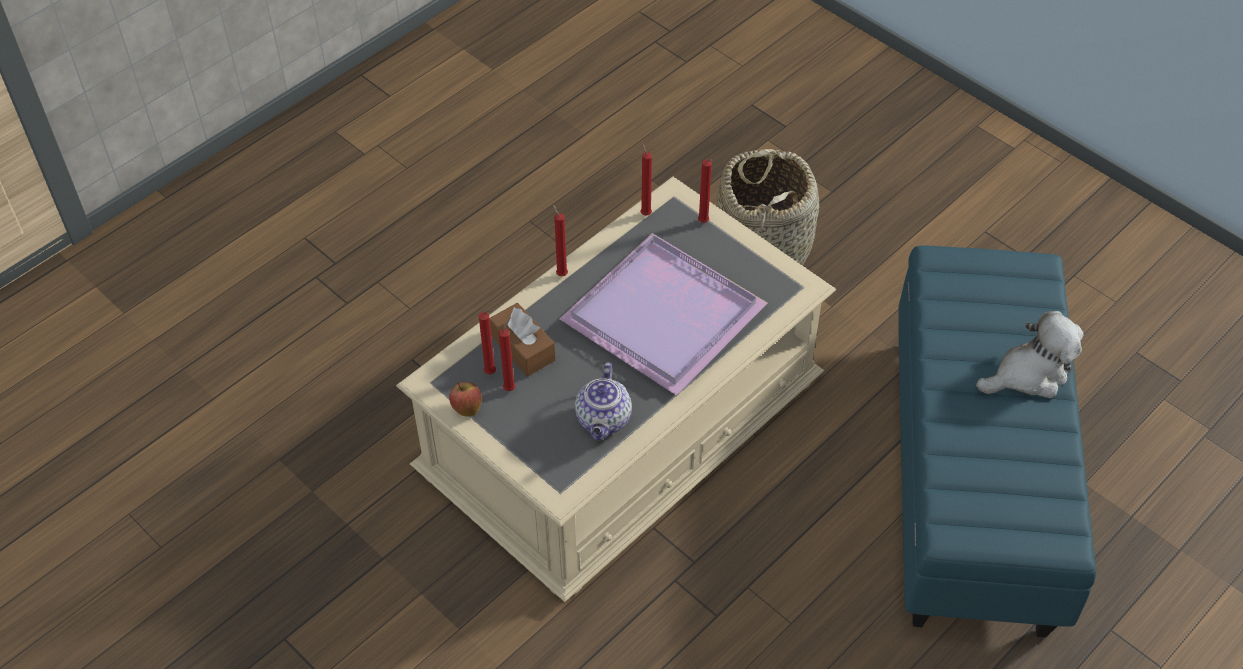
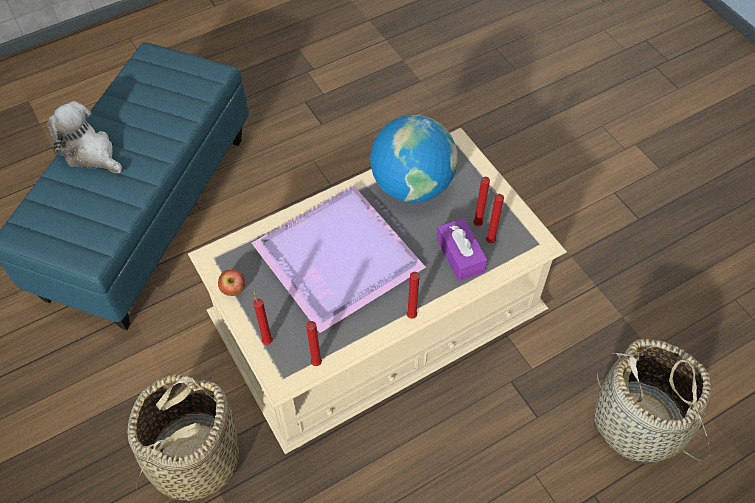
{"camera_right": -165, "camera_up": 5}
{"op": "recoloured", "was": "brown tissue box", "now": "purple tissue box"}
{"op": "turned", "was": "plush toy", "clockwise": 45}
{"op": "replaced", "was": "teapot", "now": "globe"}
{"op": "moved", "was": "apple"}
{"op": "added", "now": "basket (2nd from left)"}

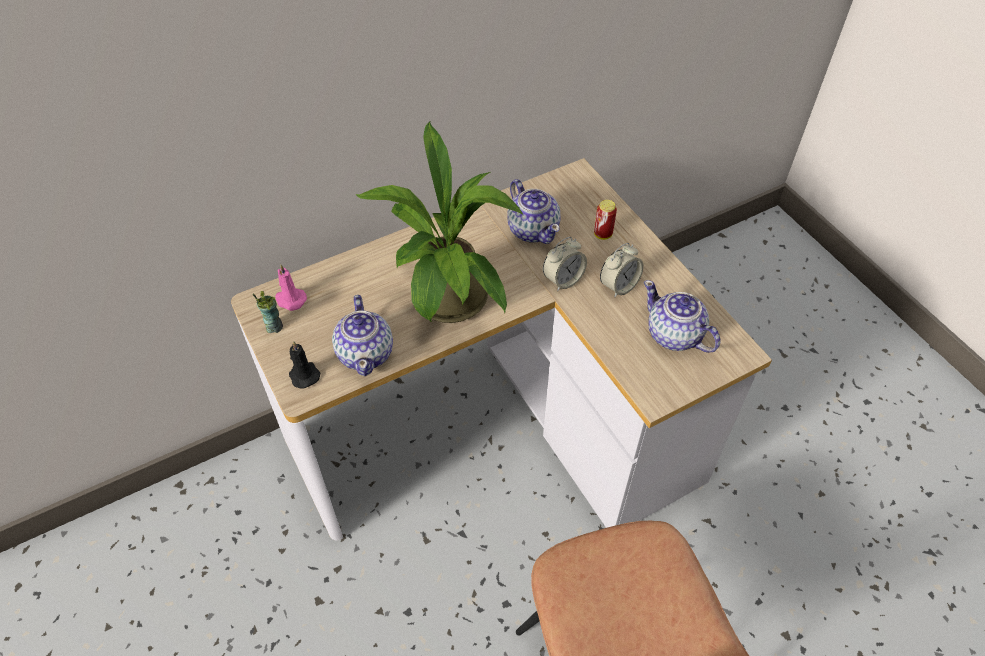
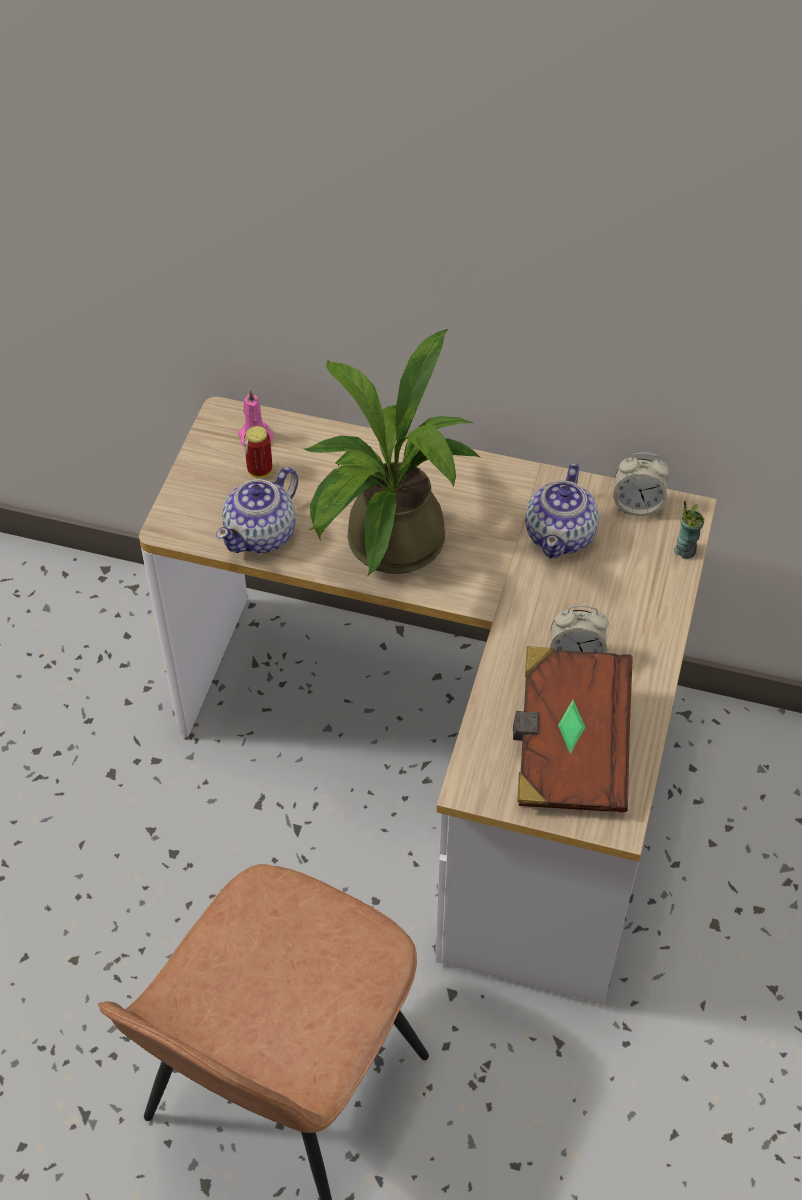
{"camera_right": 45, "camera_up": 0}
{"op": "moved", "was": "can"}
{"op": "moved", "was": "alarm clock (1st from left in the first image)", "now": "alarm clock (2nd from left)"}
{"op": "replaced", "was": "teapot (3rd from left)", "now": "brown book"}
{"op": "moved", "was": "cup"}
{"op": "removed", "was": "black candle"}

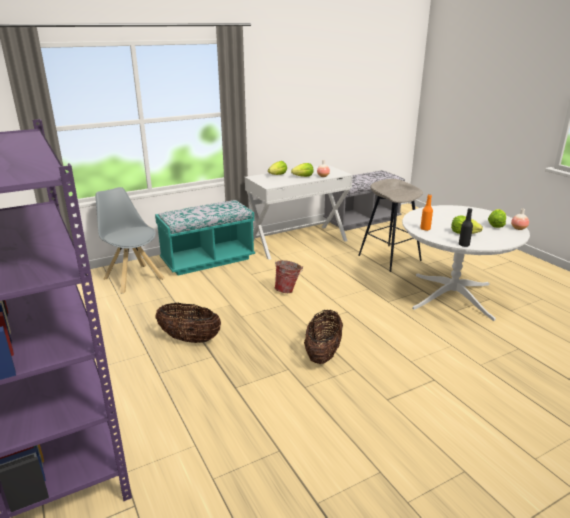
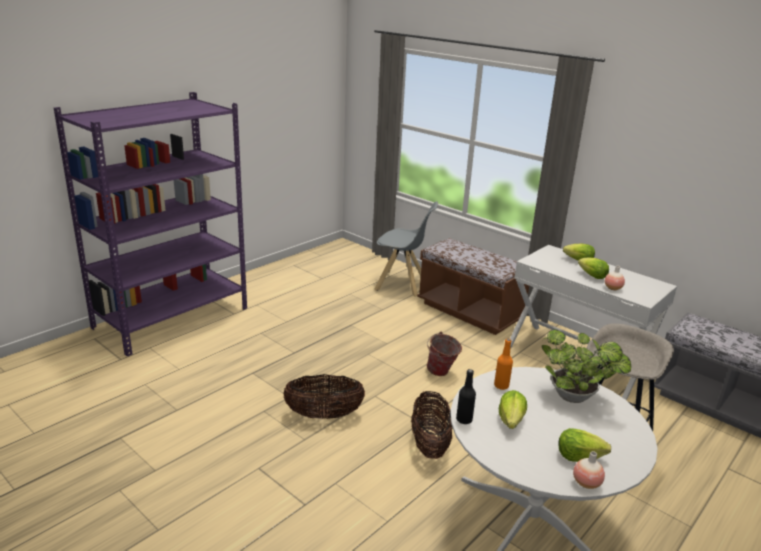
{"camera_right": 70, "camera_up": 0}
{"op": "turned", "was": "grey chair", "clockwise": 75}
{"op": "recoloured", "was": "turquoise bench", "now": "brown bench"}
{"op": "moved", "was": "basket (1st from left in the first image)", "now": "basket (2nd from left)"}
{"op": "added", "now": "potted plant"}

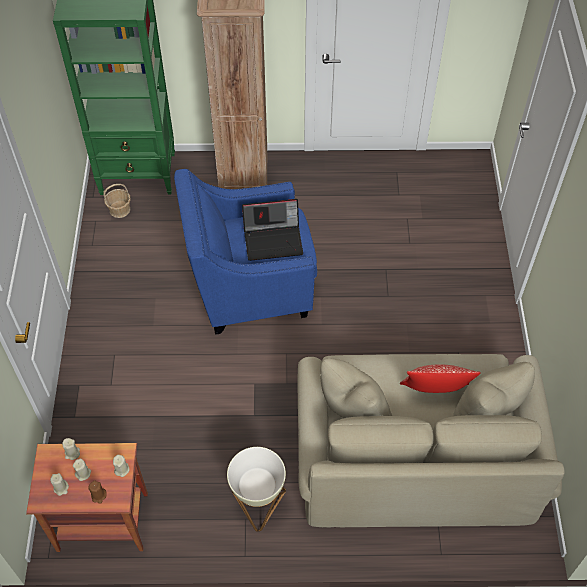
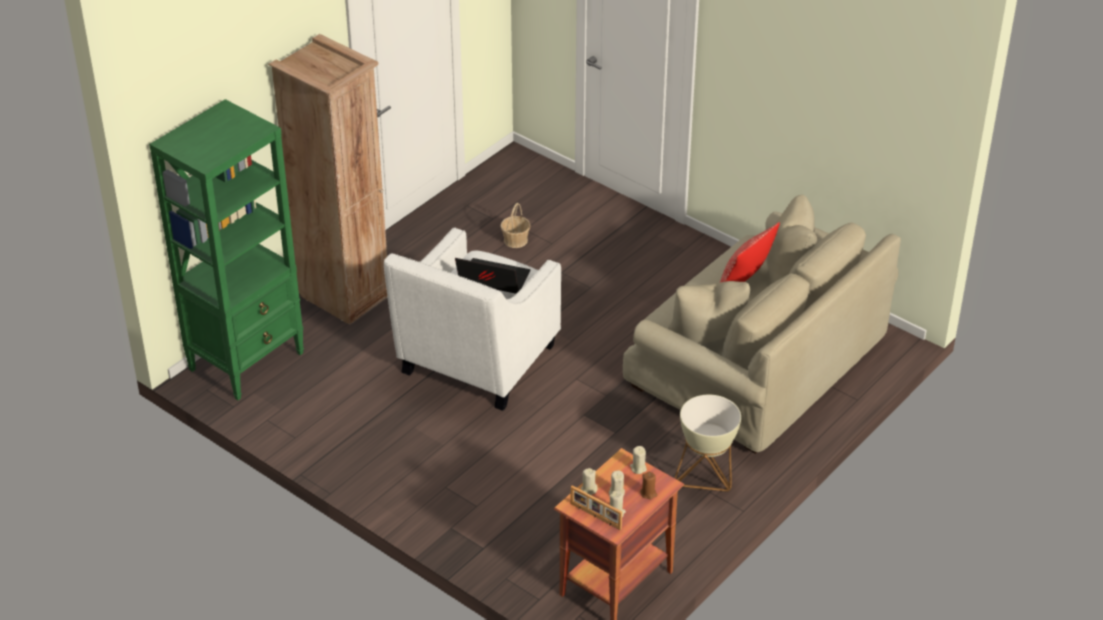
{"camera_right": -50, "camera_up": -15}
{"op": "recoloured", "was": "blue armchair", "now": "white armchair"}
{"op": "moved", "was": "basket"}
{"op": "turned", "was": "laptop", "clockwise": -105}
{"op": "added", "now": "picture frame"}

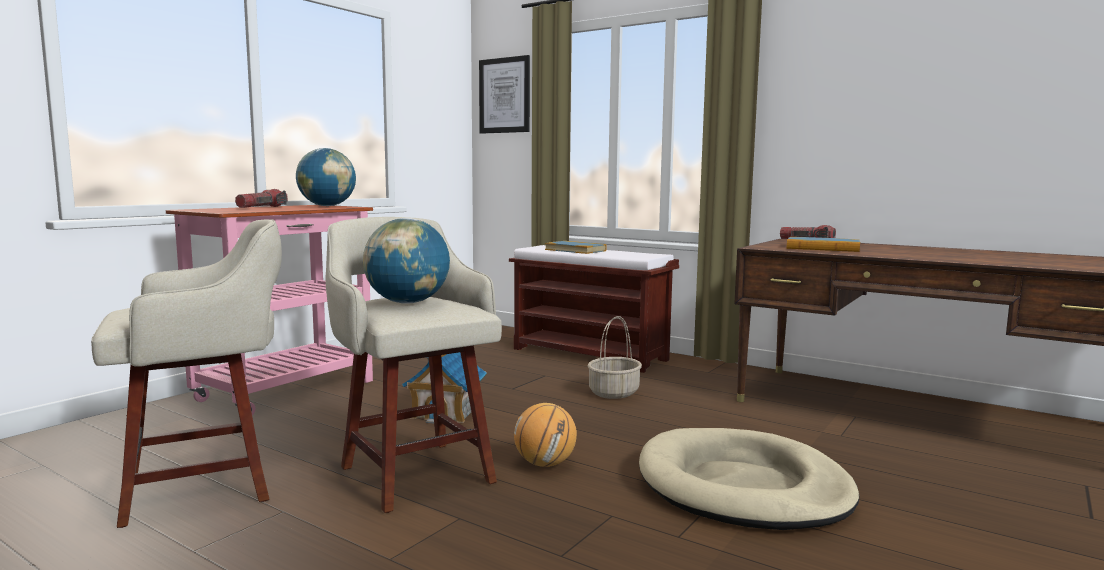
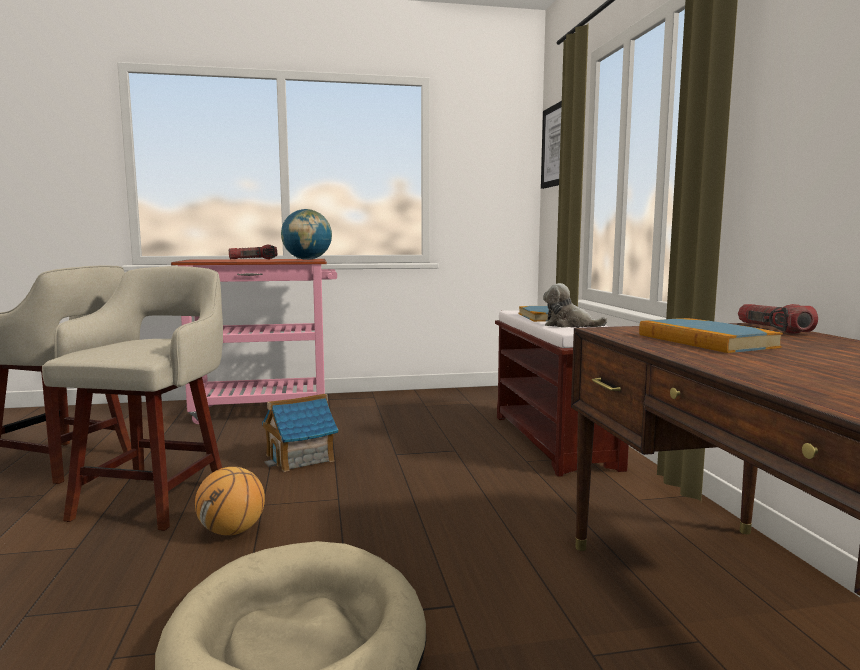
{"camera_right": 45, "camera_up": 0}
{"op": "removed", "was": "globe (2nd from left)"}
{"op": "removed", "was": "basket"}
{"op": "added", "now": "plush toy"}

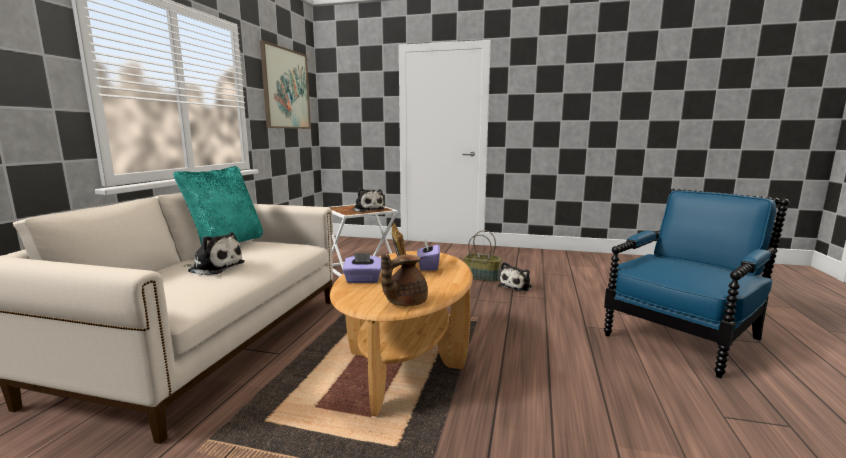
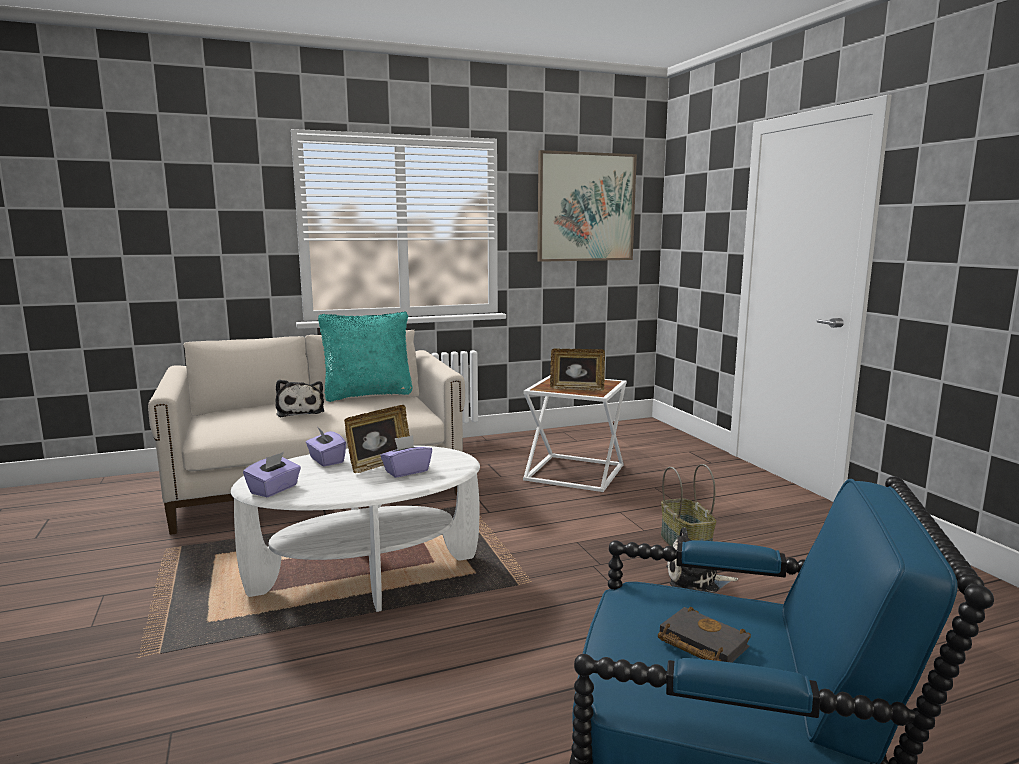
{"camera_right": 55, "camera_up": 0}
{"op": "replaced", "was": "plush toy (2nd from left)", "now": "picture frame (2nd from left)"}
{"op": "recoloured", "was": "brown coffee table", "now": "white coffee table"}
{"op": "replaced", "was": "brown teapot", "now": "purple tissue box (1st from left)"}
{"op": "added", "now": "black book"}

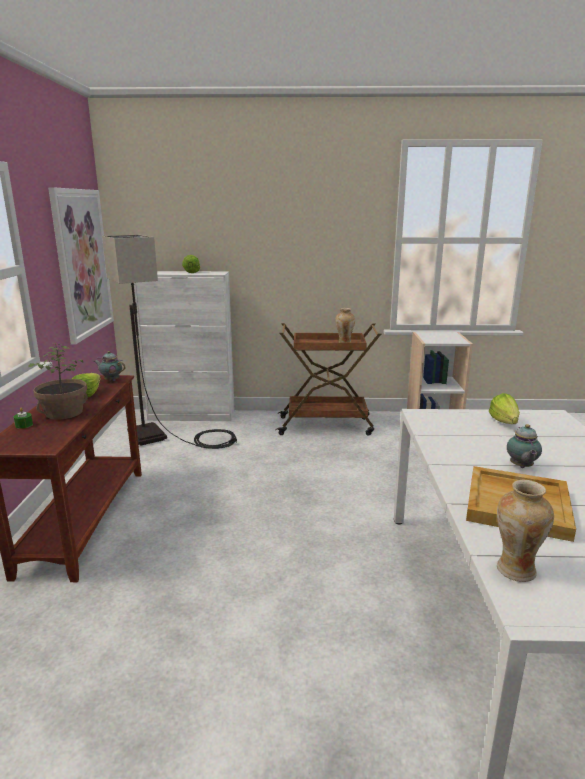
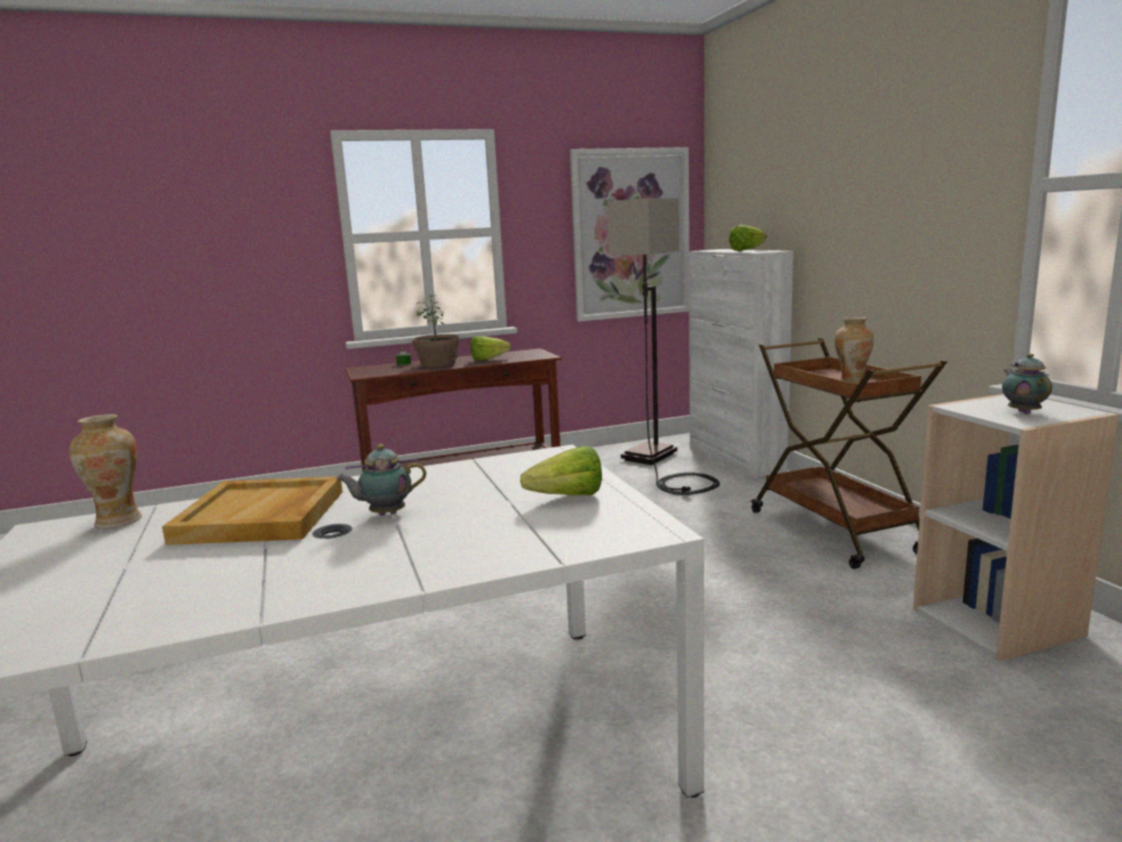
{"camera_right": 70, "camera_up": -5}
{"op": "moved", "was": "teapot (1st from left in the first image)", "now": "teapot (2nd from left)"}

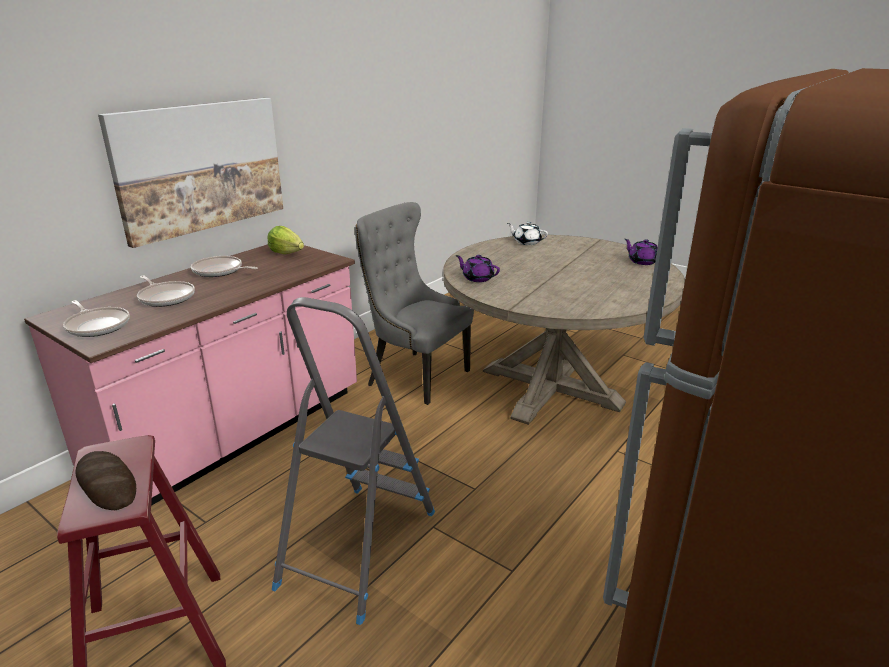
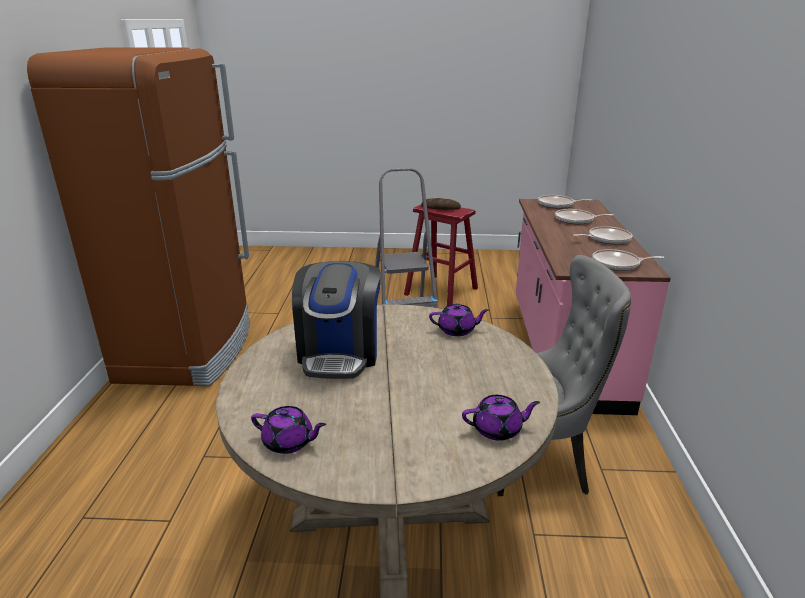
{"camera_right": 145, "camera_up": 0}
{"op": "removed", "was": "picture"}
{"op": "recoloured", "was": "white teapot", "now": "purple teapot (3rd from left)"}
{"op": "replaced", "was": "lettuce", "now": "frying pan (4th from left)"}
{"op": "added", "now": "coffee machine"}

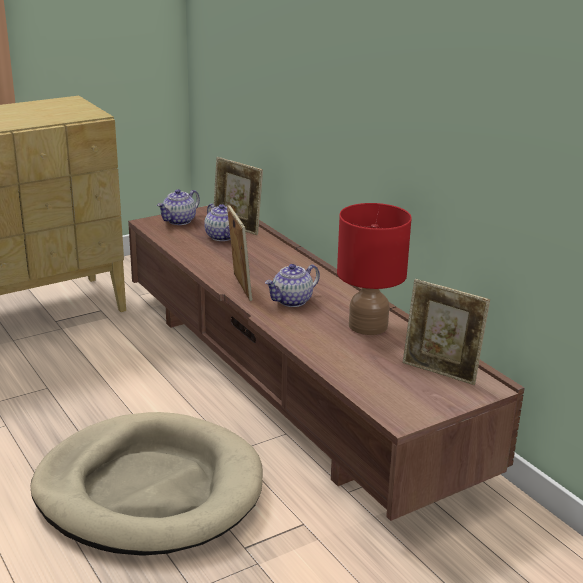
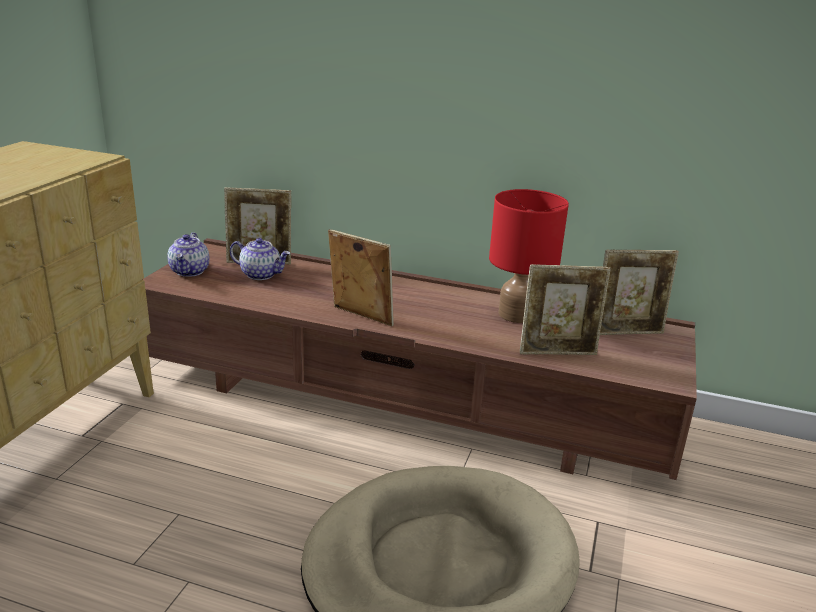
{"camera_right": -40, "camera_up": 0}
{"op": "removed", "was": "teapot (3rd from left)"}
{"op": "added", "now": "picture frame (3rd from left)"}

